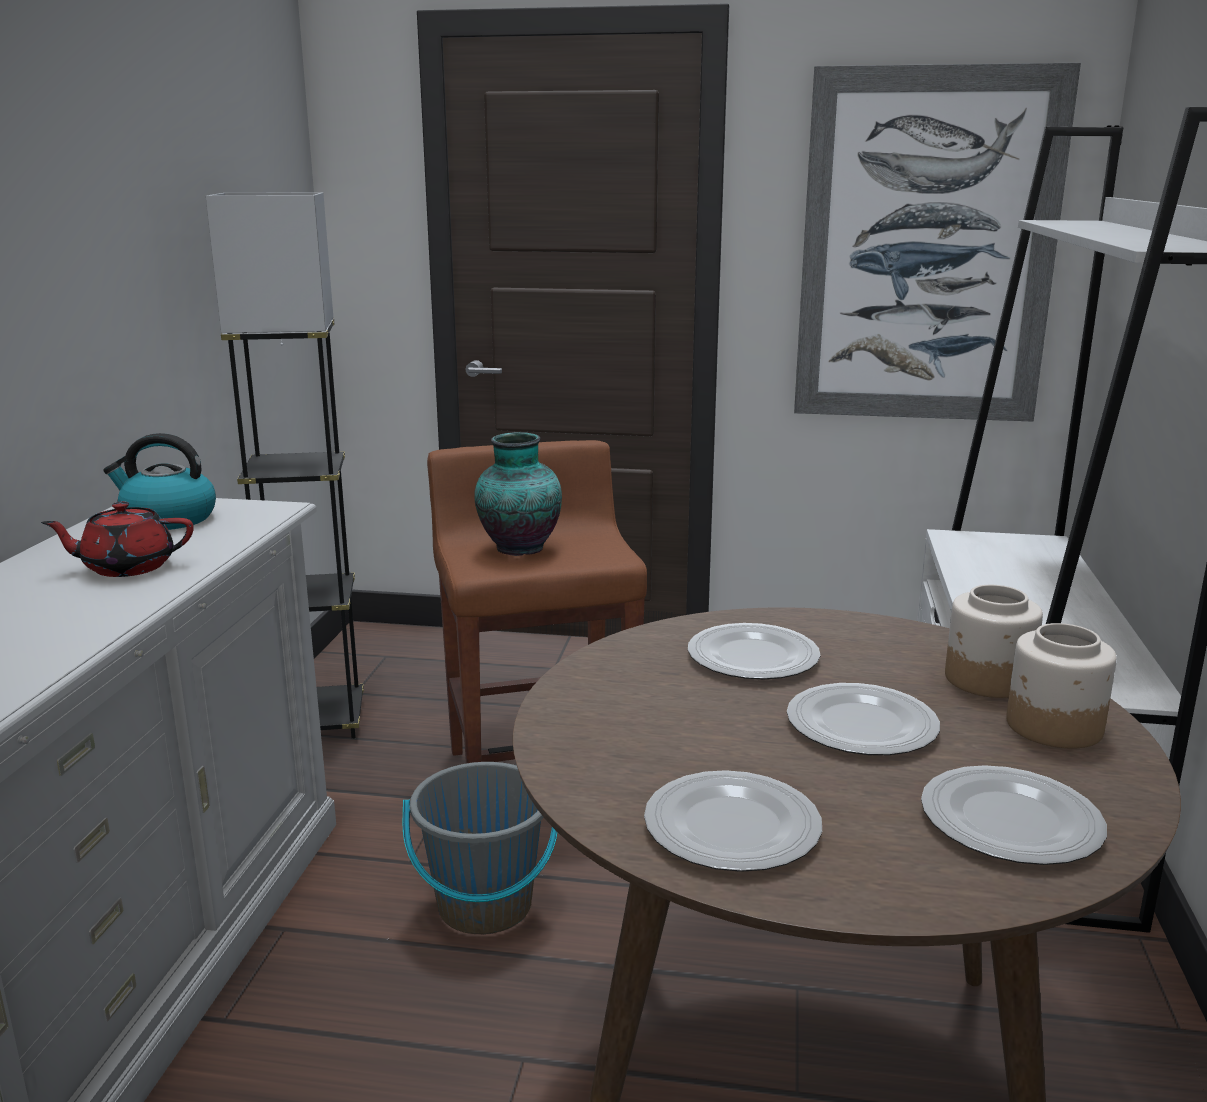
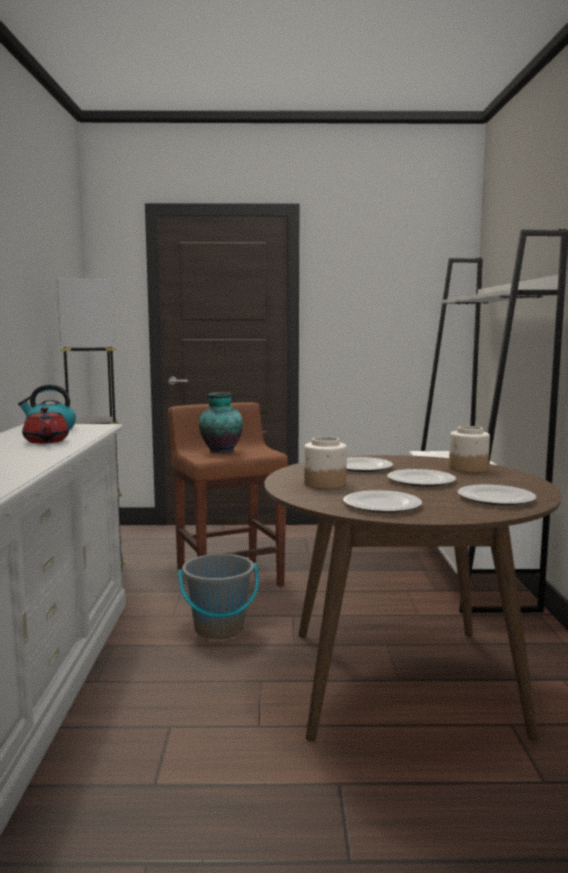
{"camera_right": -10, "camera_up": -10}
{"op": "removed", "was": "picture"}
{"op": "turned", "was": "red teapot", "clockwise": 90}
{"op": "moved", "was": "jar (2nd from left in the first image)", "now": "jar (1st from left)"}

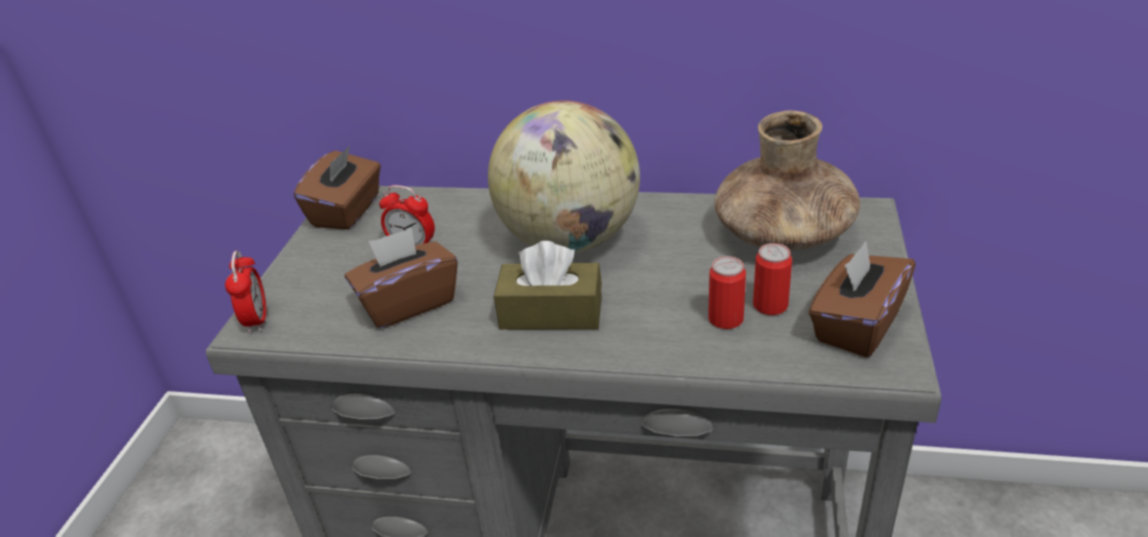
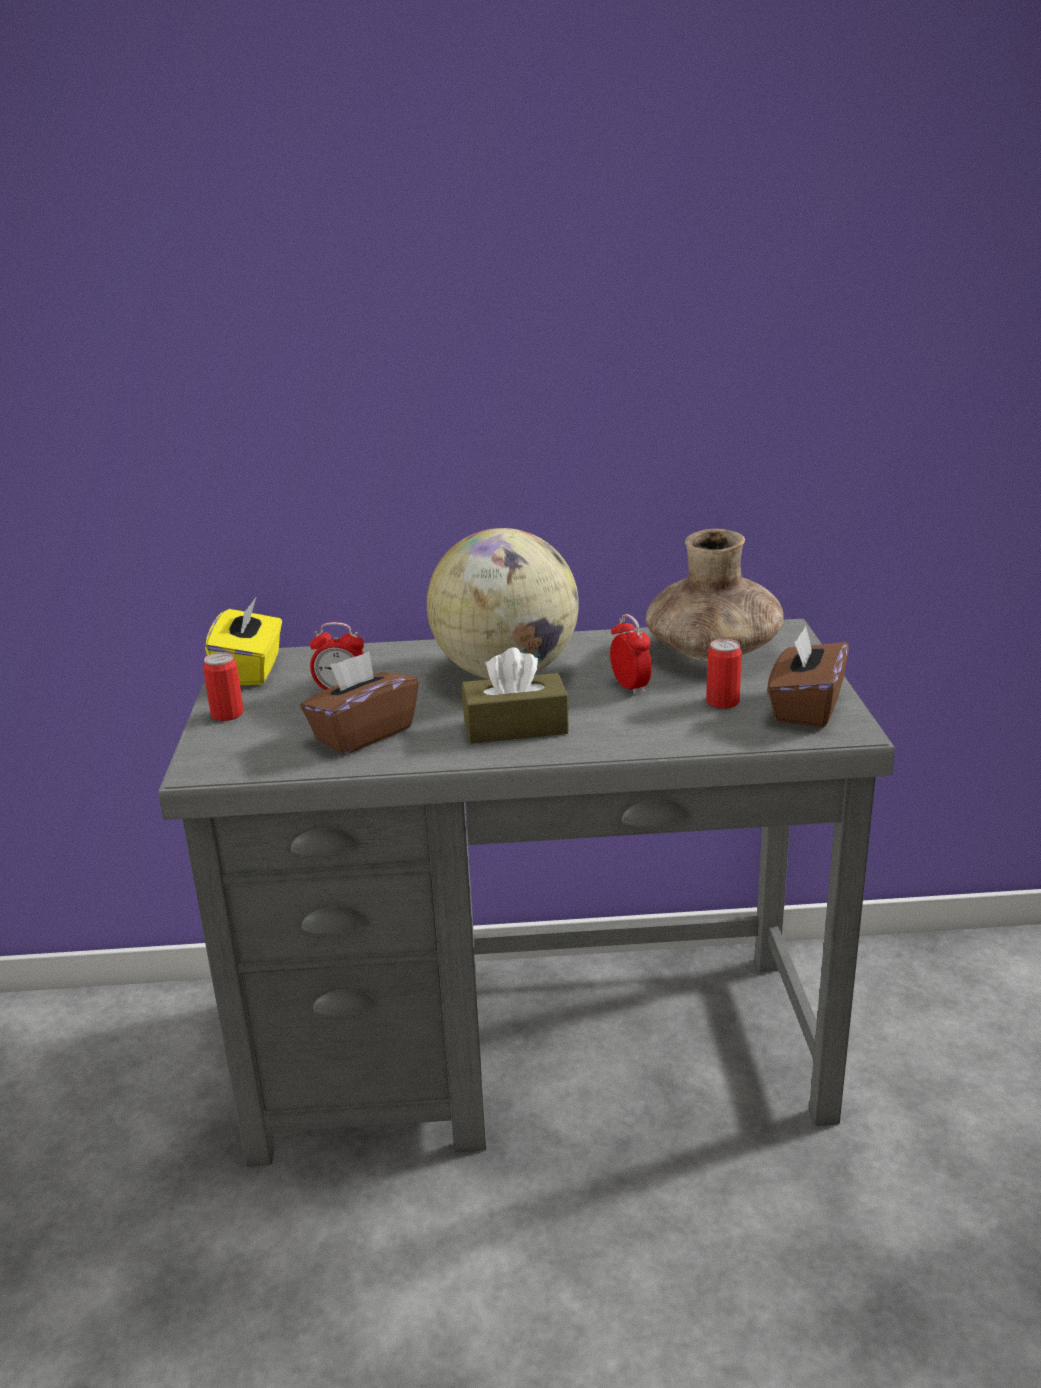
{"camera_right": -15, "camera_up": -10}
{"op": "recoloured", "was": "brown tissue box (1st from left)", "now": "yellow tissue box"}
{"op": "moved", "was": "alarm clock (1st from left in the first image)", "now": "alarm clock (2nd from left)"}
{"op": "moved", "was": "can (1st from left)"}

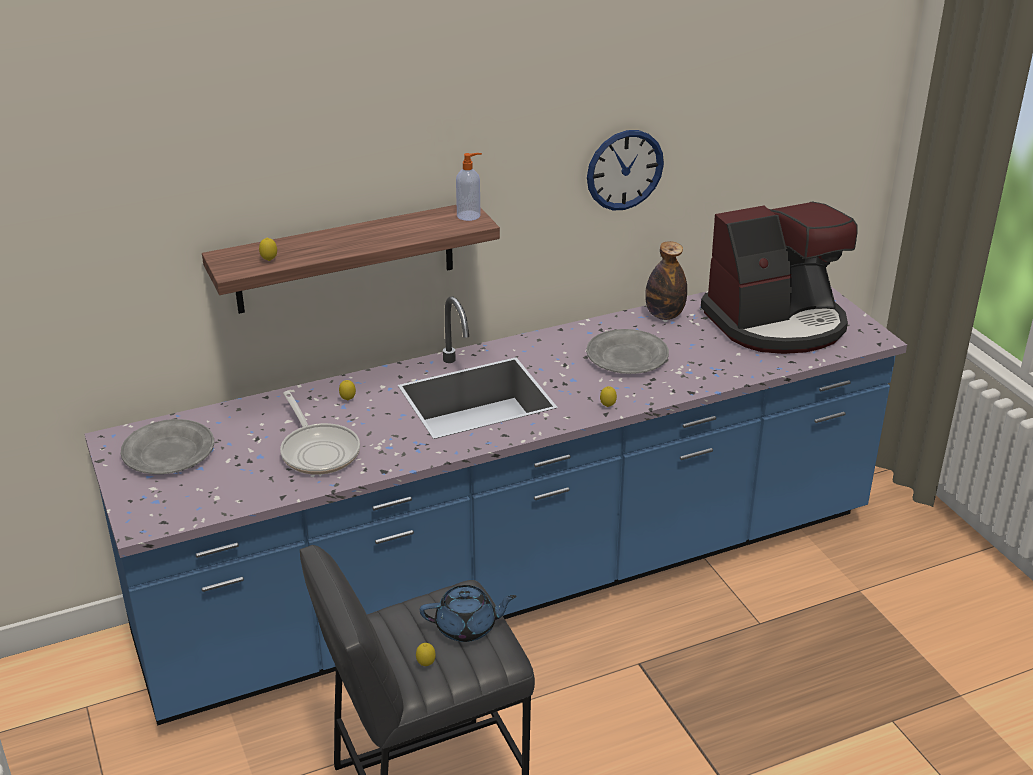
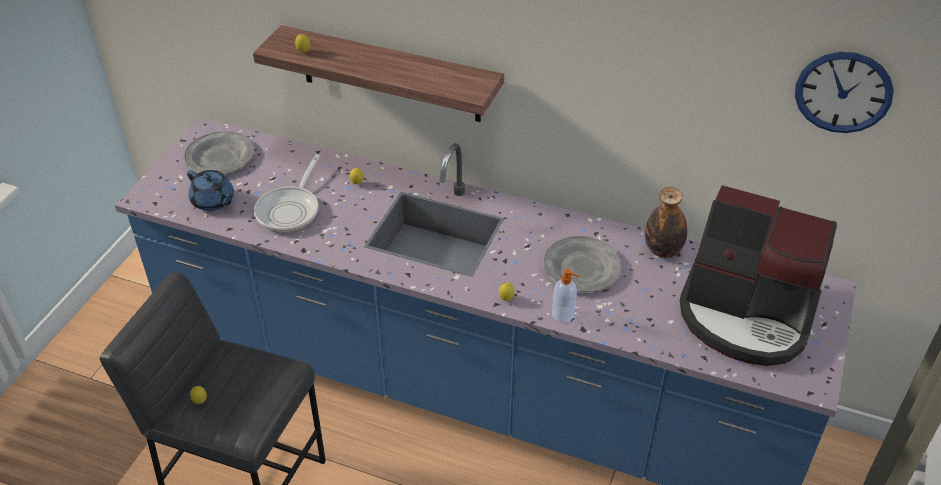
{"camera_right": 45, "camera_up": 10}
{"op": "moved", "was": "wall clock"}
{"op": "moved", "was": "soap dispenser"}
{"op": "moved", "was": "blue teapot"}

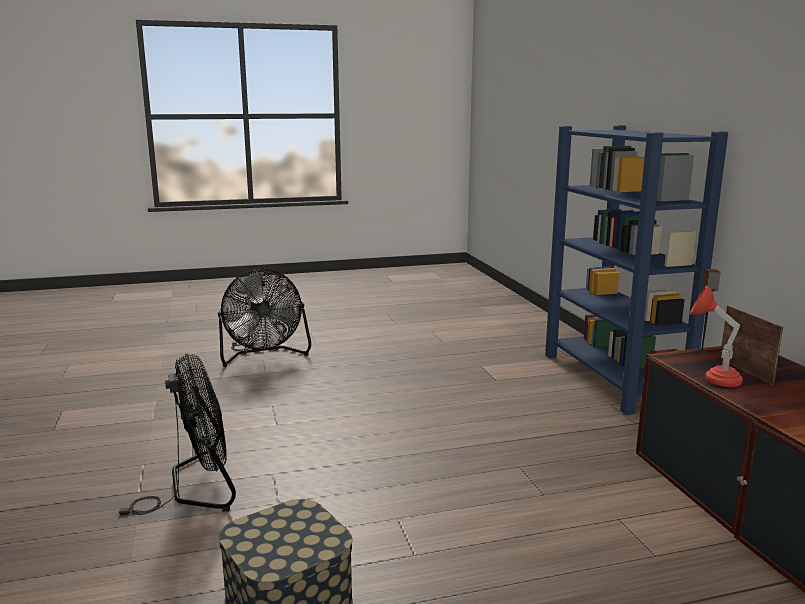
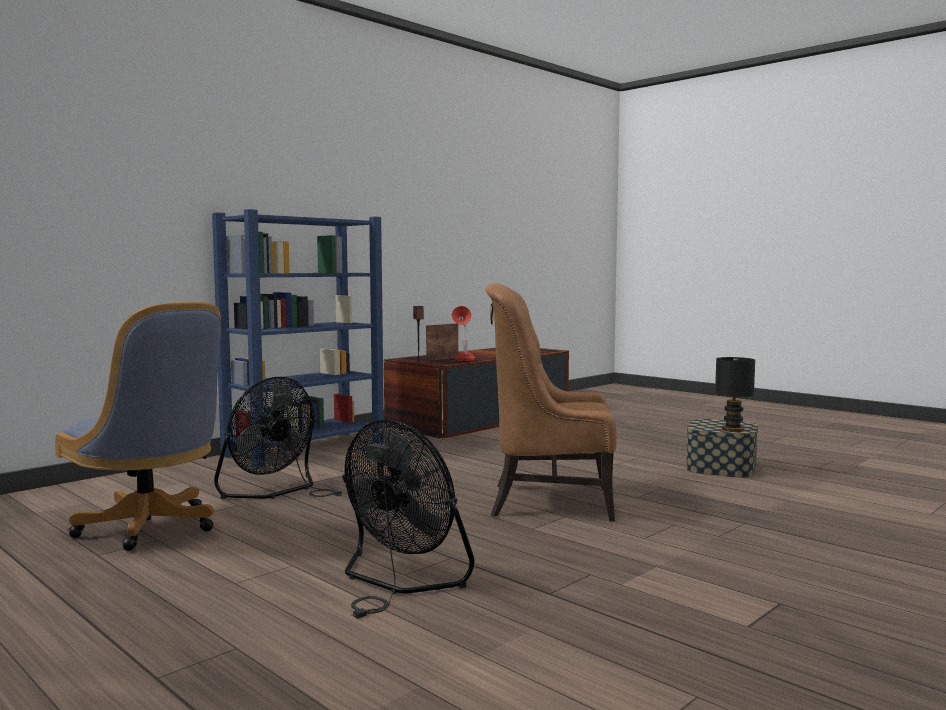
{"camera_right": -120, "camera_up": -10}
{"op": "moved", "was": "black fan (1st from left)"}
{"op": "added", "now": "brown chair"}
{"op": "added", "now": "blue office chair"}
{"op": "added", "now": "black table lamp"}

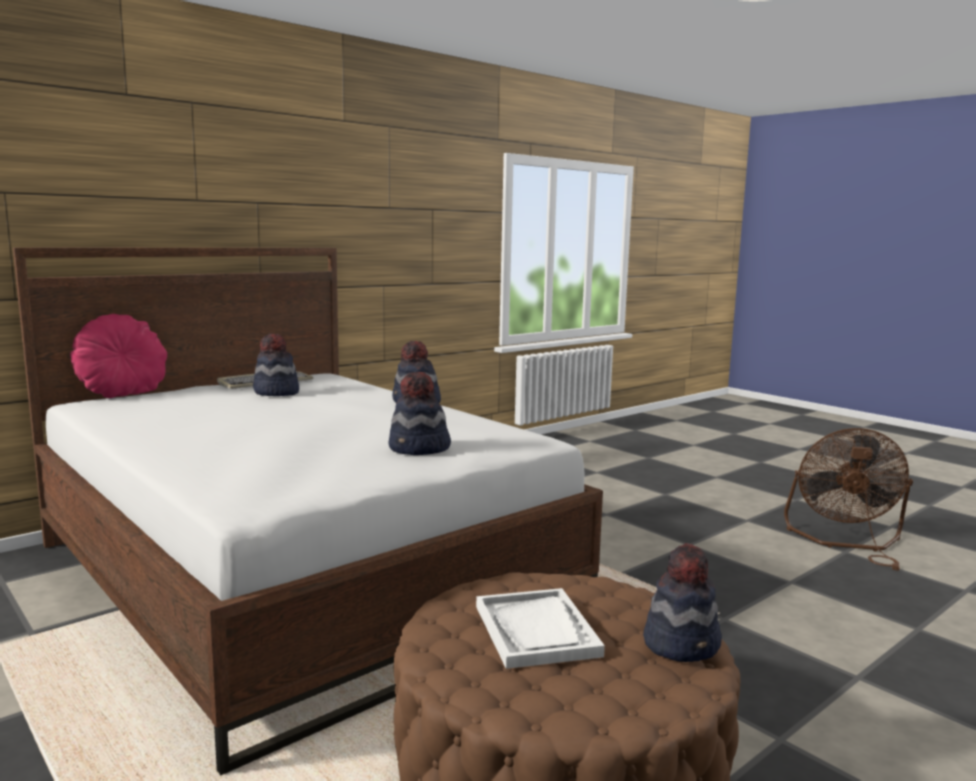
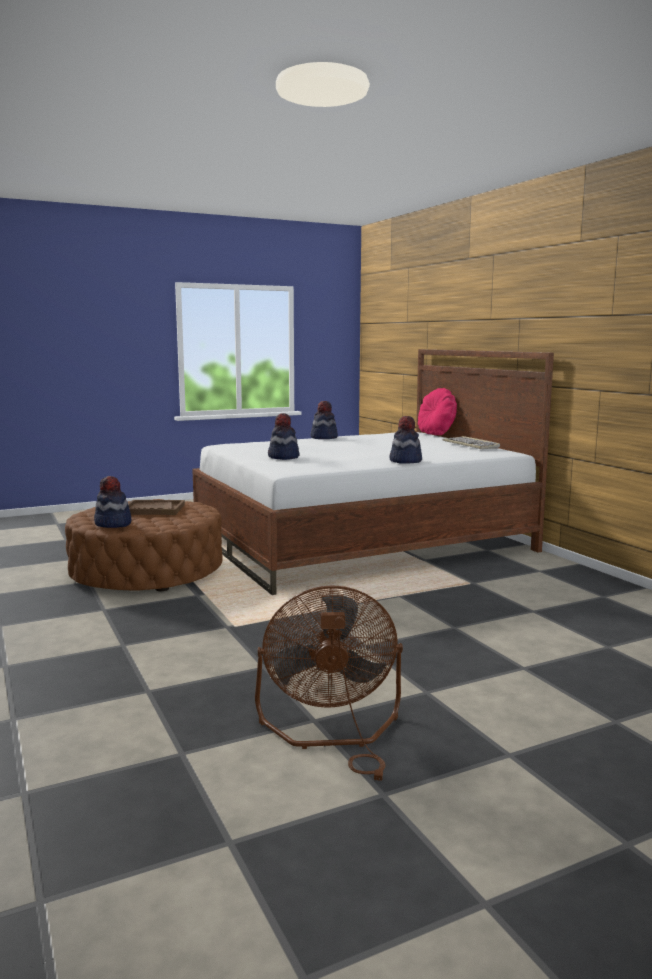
{"camera_right": 105, "camera_up": 0}
{"op": "moved", "was": "hat (1st from left in the first image)", "now": "hat (3rd from left)"}
{"op": "turned", "was": "brown fan", "clockwise": -120}
{"op": "recoloured", "was": "white tray", "now": "brown tray"}

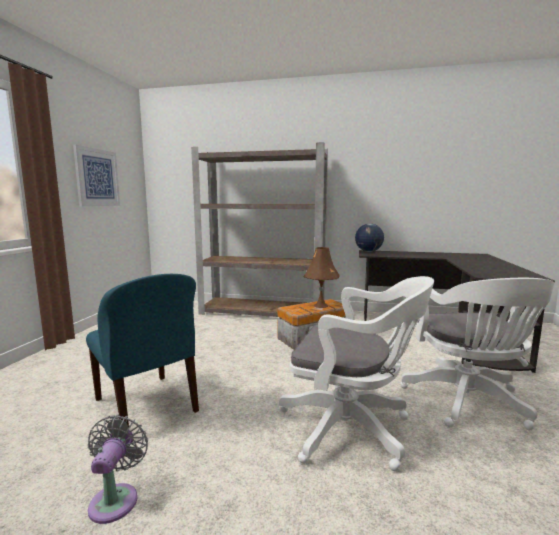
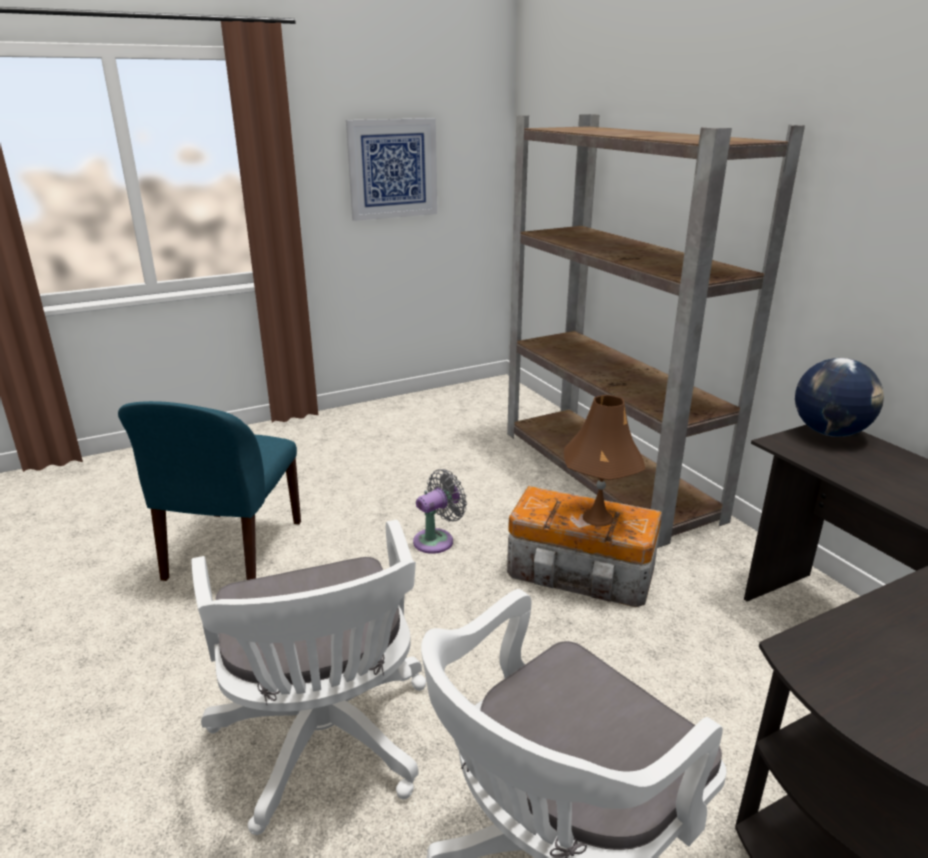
{"camera_right": 50, "camera_up": 15}
{"op": "moved", "was": "grey fan"}

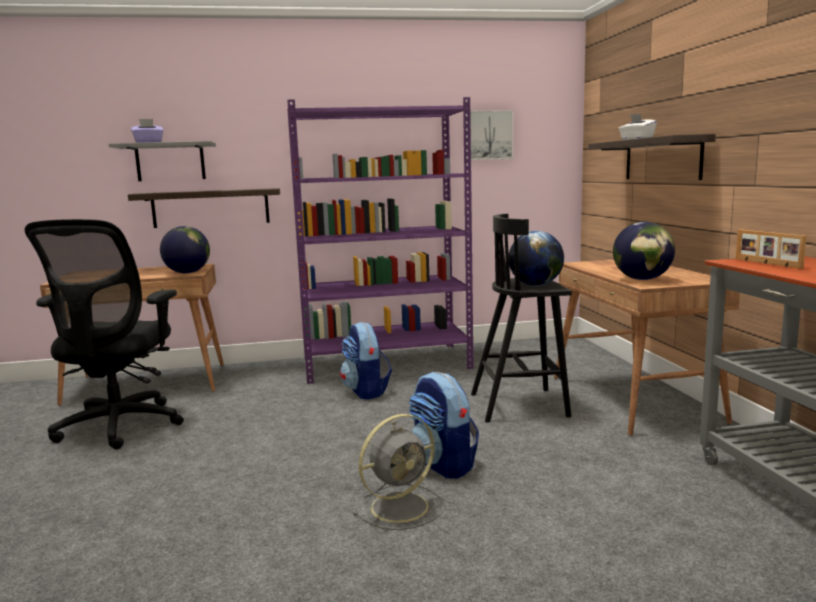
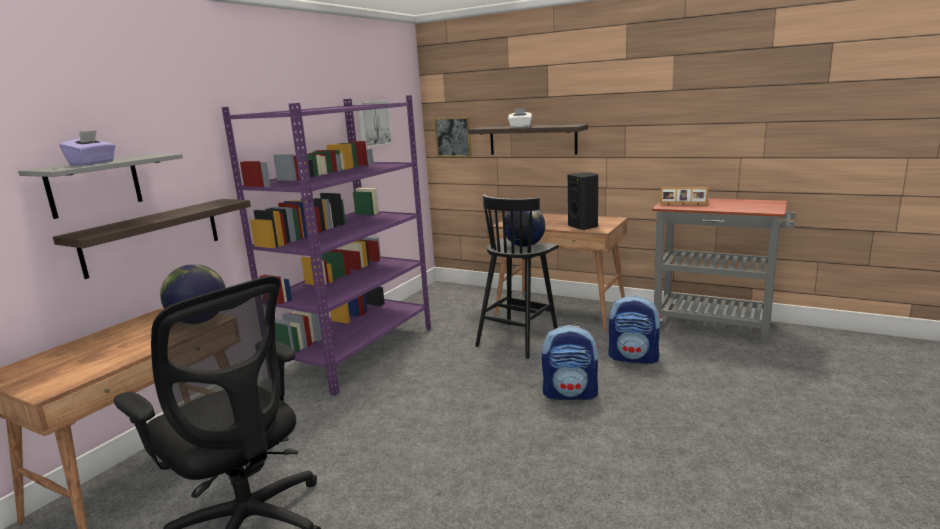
{"camera_right": -50, "camera_up": 5}
{"op": "replaced", "was": "globe (3rd from left)", "now": "black speaker"}
{"op": "moved", "was": "backpack (1st from left in the first image)", "now": "backpack (2nd from left)"}
{"op": "removed", "was": "grey fan"}
{"op": "added", "now": "picture (2nd from left)"}

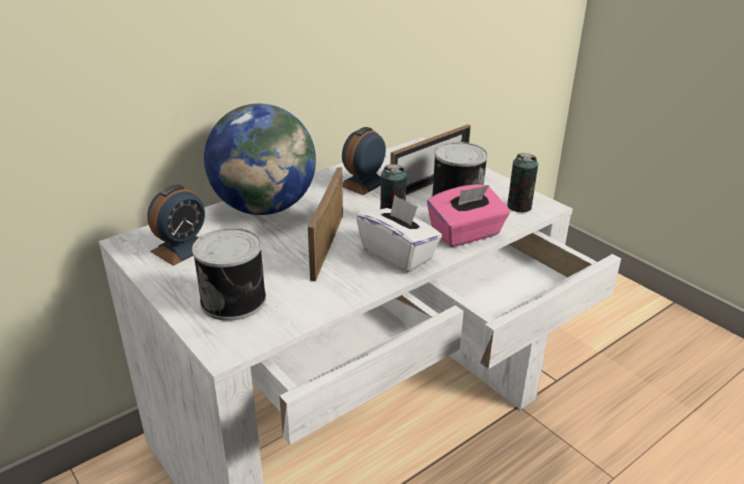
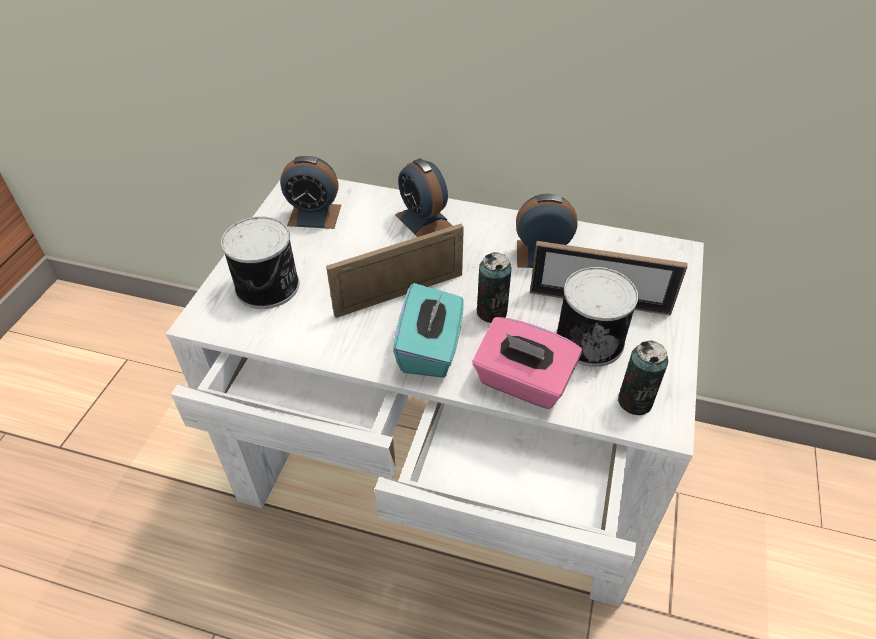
{"camera_right": 55, "camera_up": 15}
{"op": "replaced", "was": "globe", "now": "alarm clock (2nd from left)"}
{"op": "recoloured", "was": "white tissue box", "now": "turquoise tissue box"}

